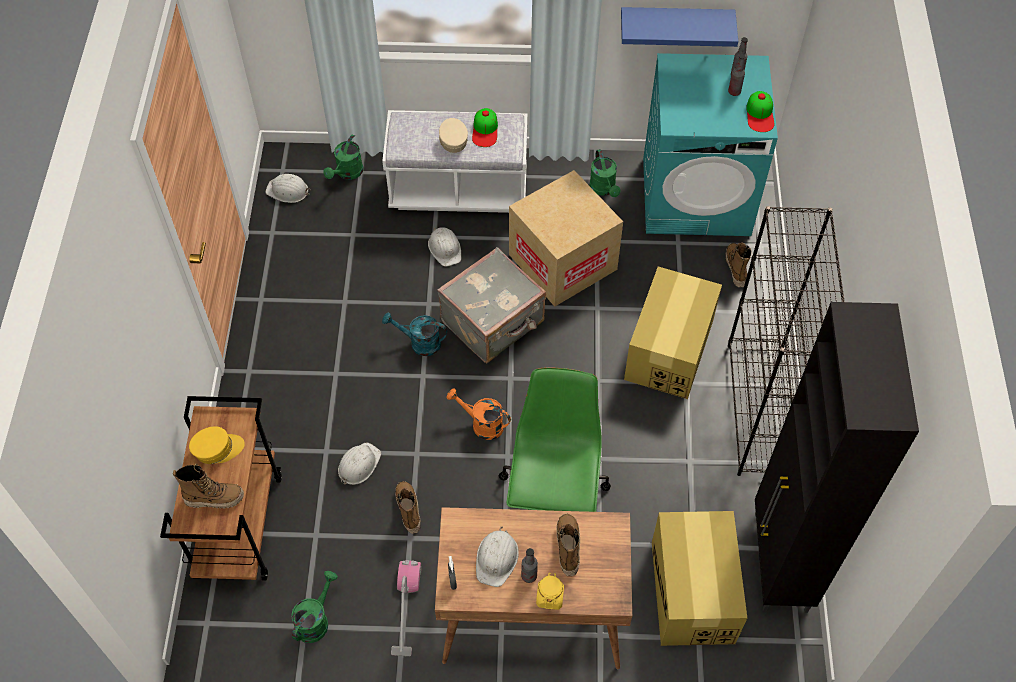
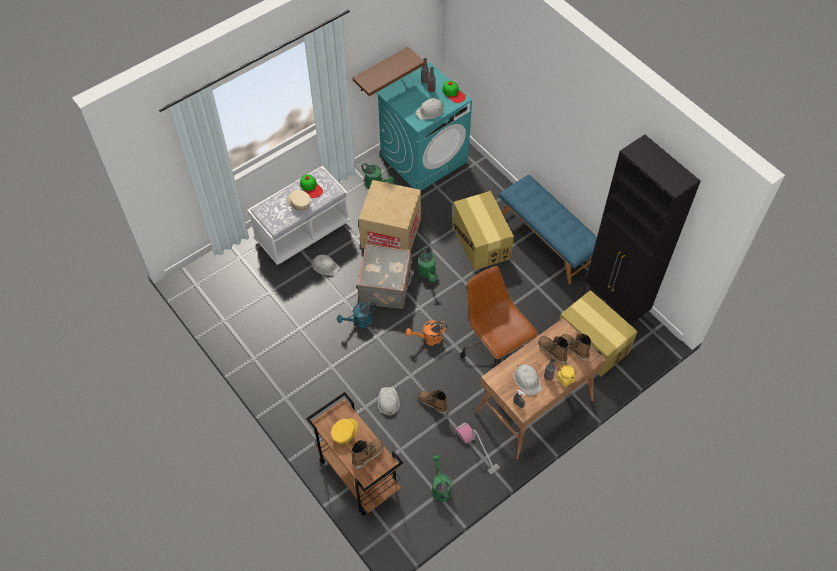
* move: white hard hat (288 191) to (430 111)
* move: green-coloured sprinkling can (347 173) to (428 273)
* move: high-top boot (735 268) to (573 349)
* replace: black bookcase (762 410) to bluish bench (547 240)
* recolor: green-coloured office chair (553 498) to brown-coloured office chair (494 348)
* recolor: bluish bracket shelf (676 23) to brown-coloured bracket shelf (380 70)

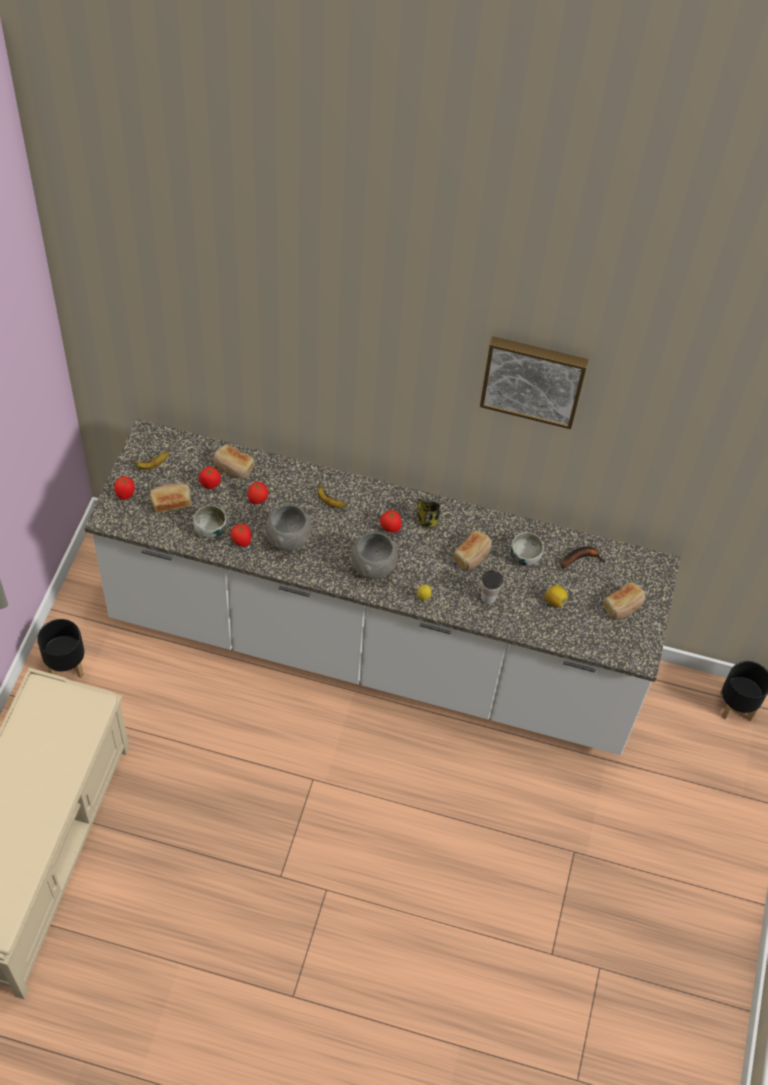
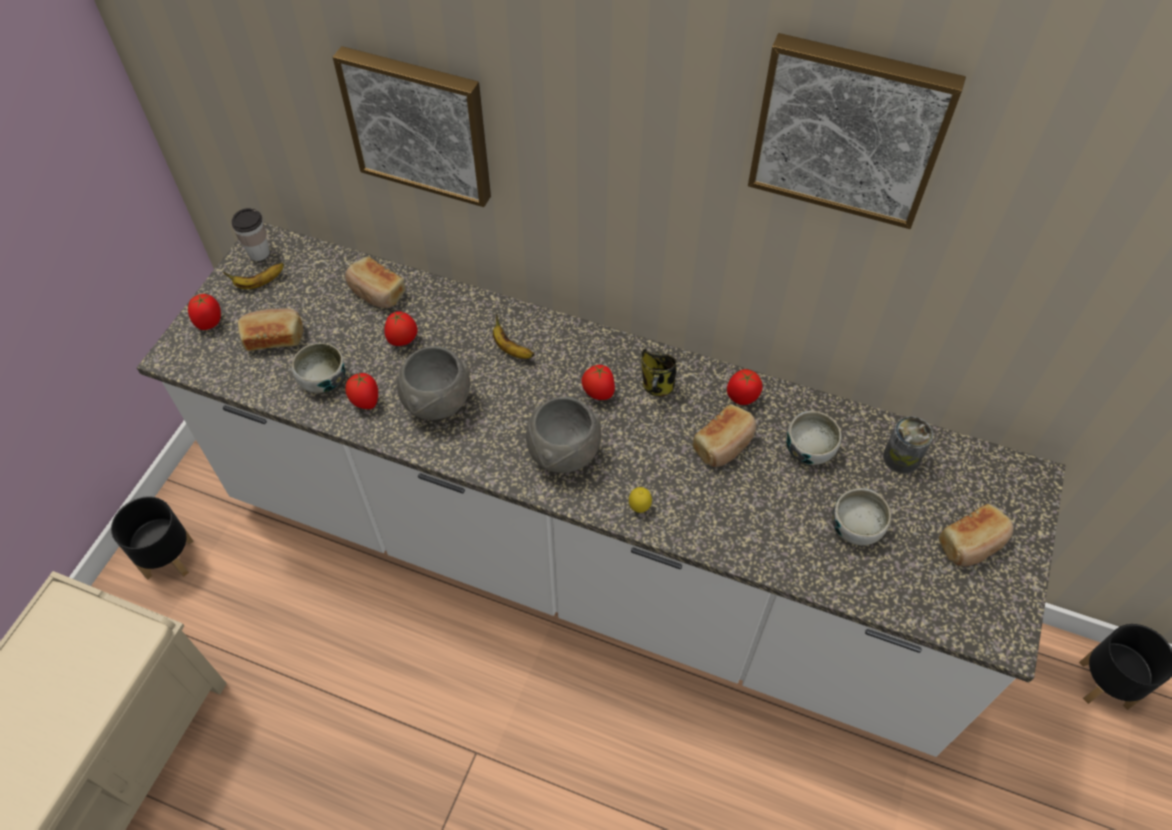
* insert: wall picture (419 124)
* move: fresh tomato (210 484) to (742 398)
* move: cup (488 597) to (259 253)
* replace: citrus fruit (555 601) to serving bowl (856 527)
* replace: banana fruit (581 558) to sealed can (901 458)

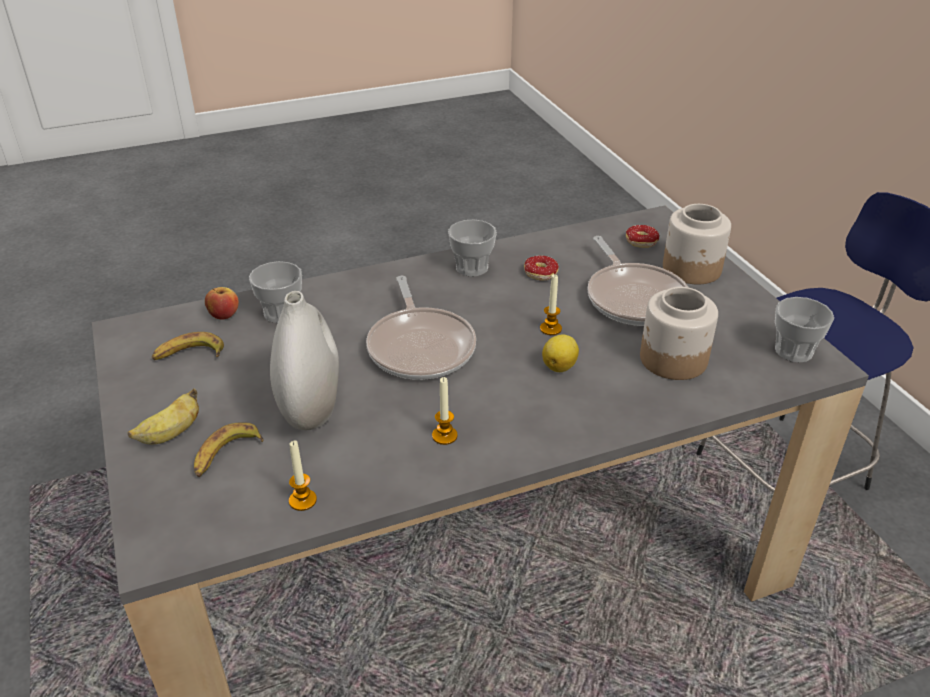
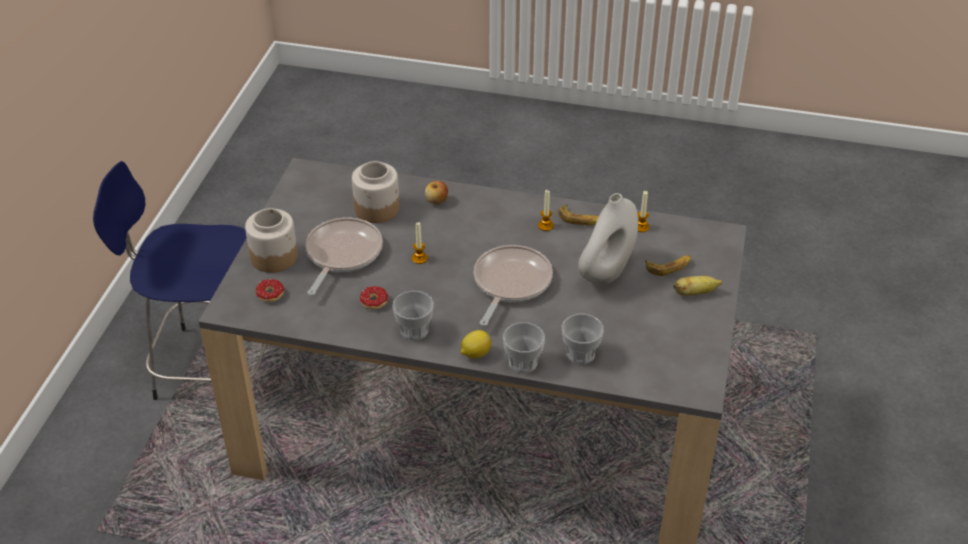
* move: banana fruit (189 355) to (581 219)
* move: apple fruit (224 315) to (436 201)
* move: citrus fruit (560 366) to (475 354)
* move: cup (793 351) to (523 363)

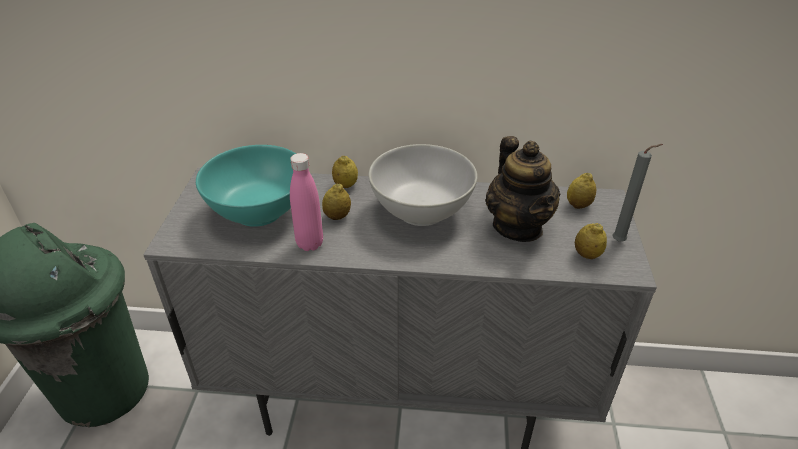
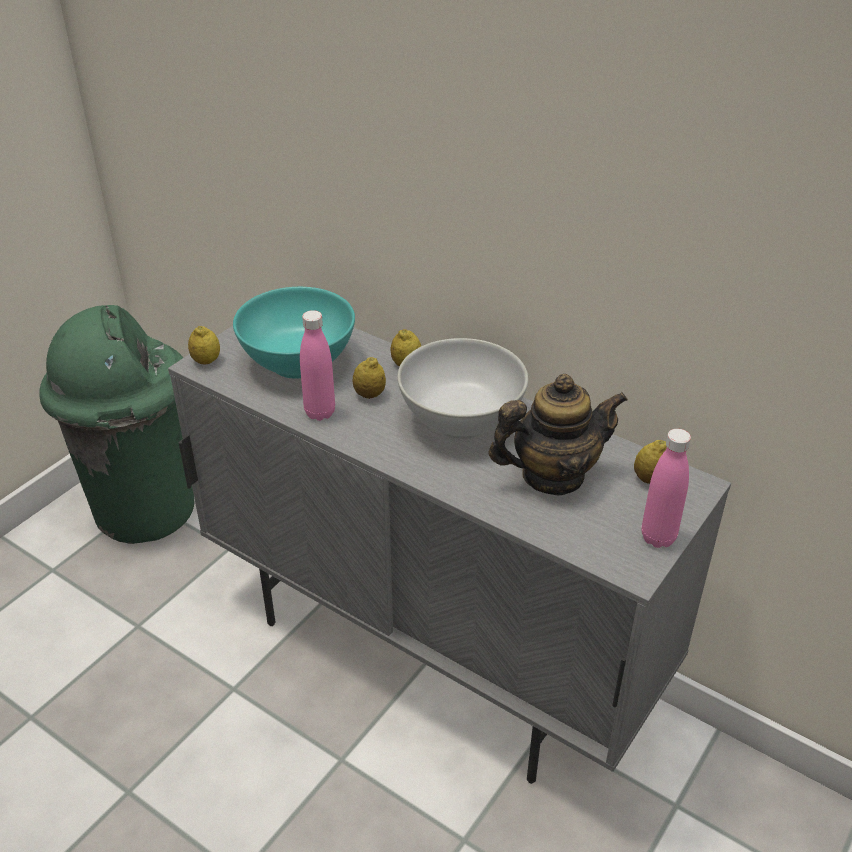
* move: citrus fruit (587 255) to (206 361)
* replace: gray candle (620 241) to pink drink bottle (658 537)
* rotate: teapot (518 226) = (552 476) 120 degrees counterclockwise

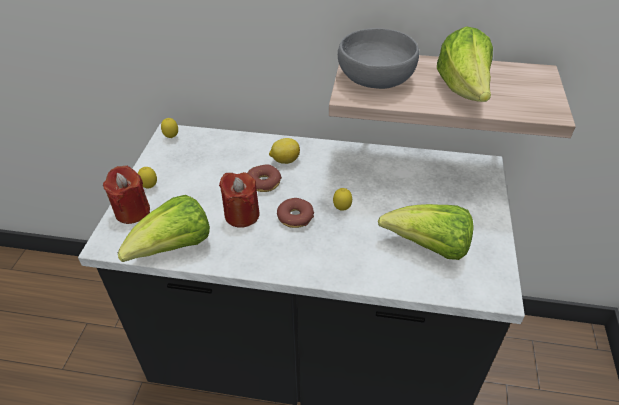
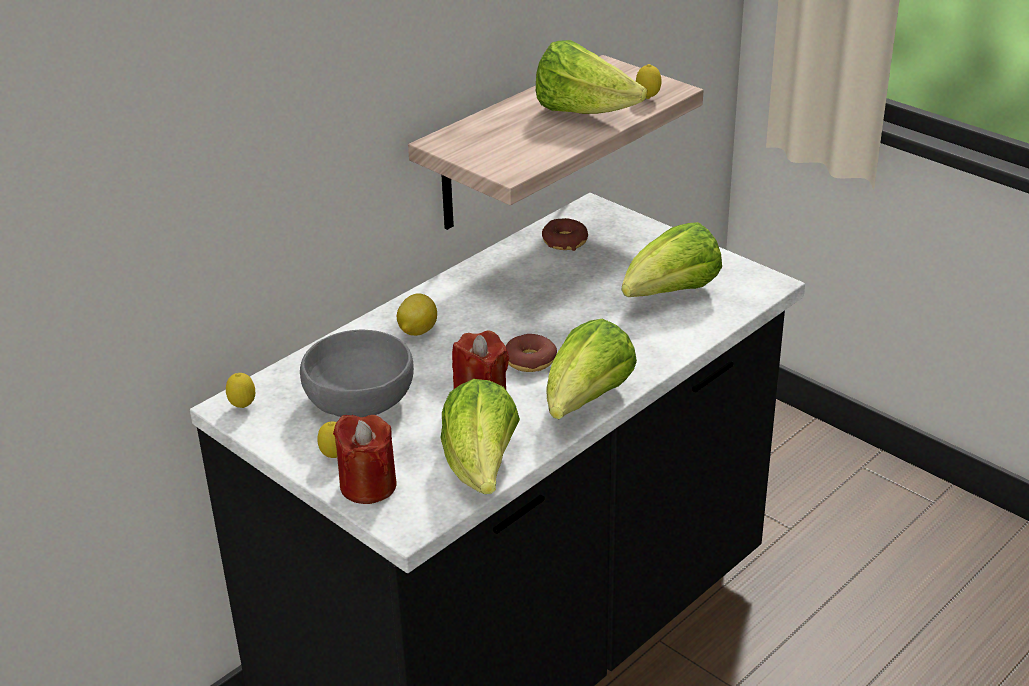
* insert: lettuce head (586 402)
* move: donut (264 182) to (564 241)
* move: citrus fruit (342 209) to (648 98)
* move: gray serving bowl (376 79) to (362 401)

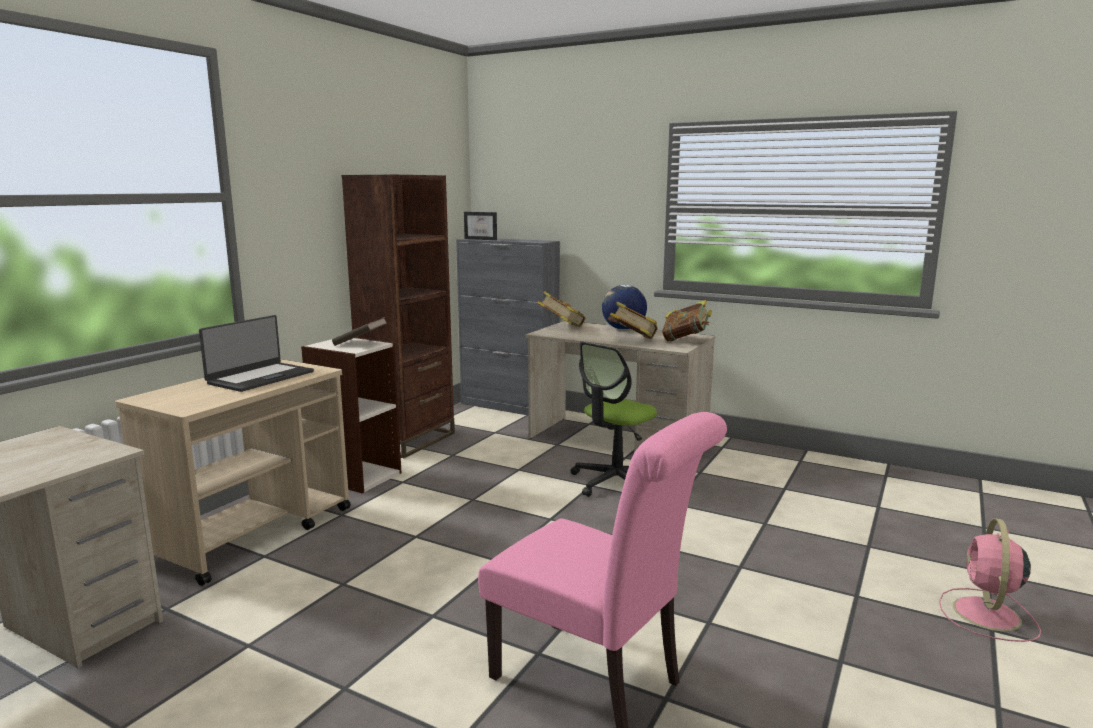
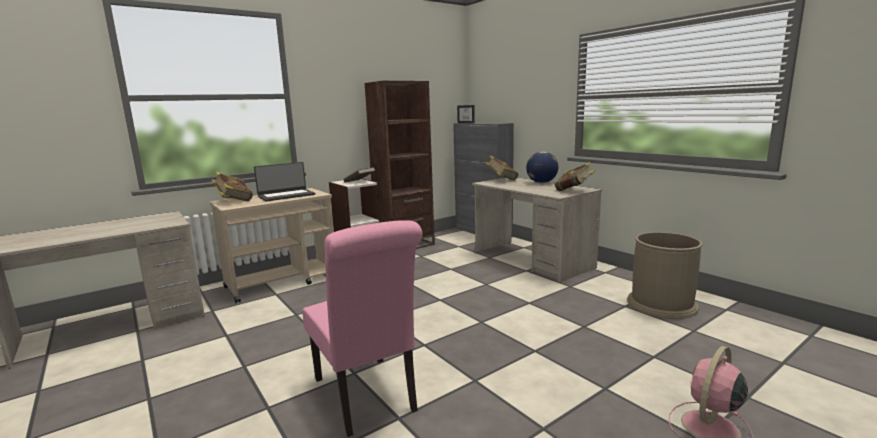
* delete: office chair (615 482)
* insert: brown-coloured rubbish bin (661 304)
* move: book (633 340) to (233 201)

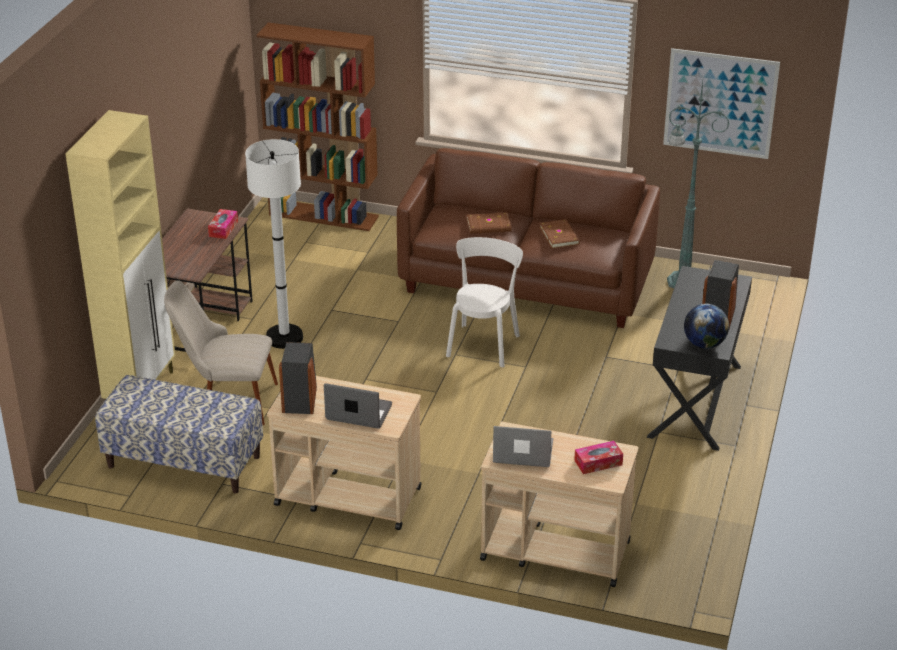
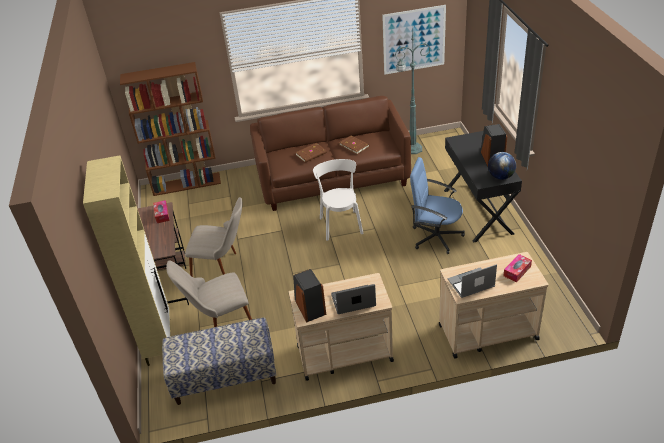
* insert: bluish office chair (435 236)
* replace: white floor lamp (284 337) to beige plain chair (223 267)

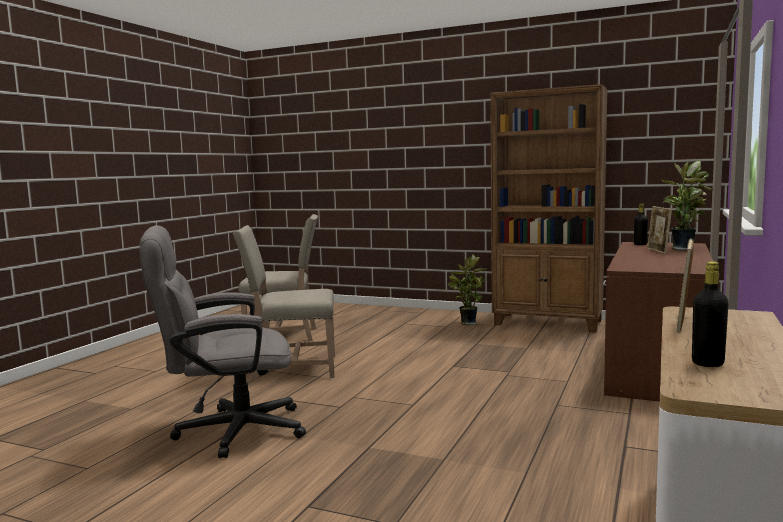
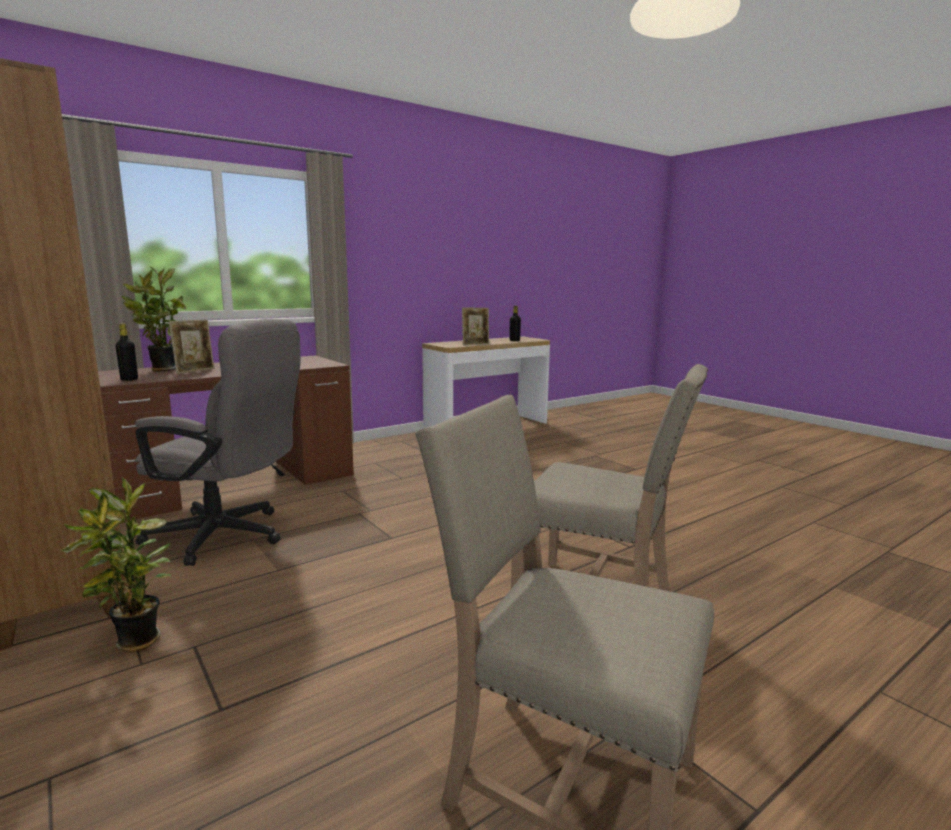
* move: gray office chair (228 431) to (228 537)

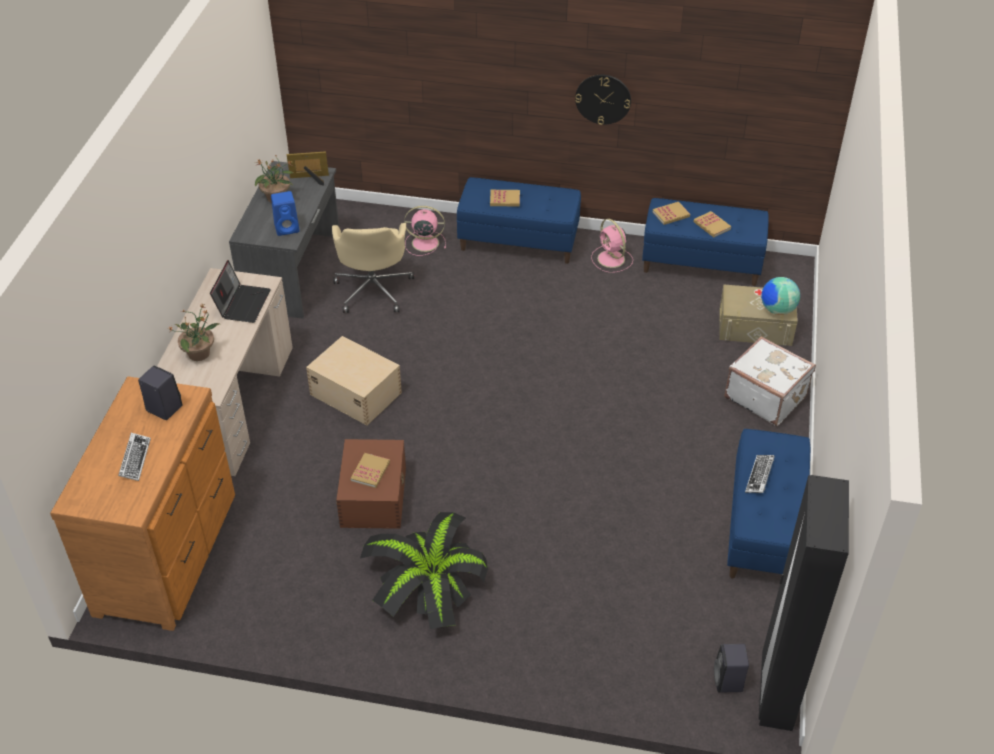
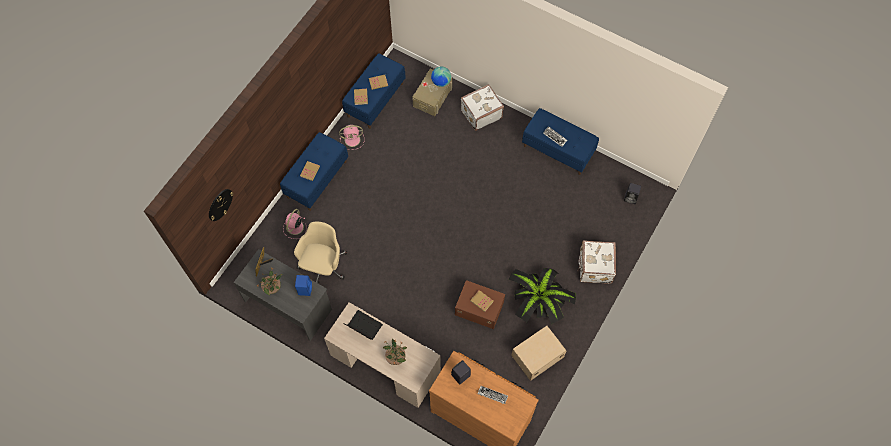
* delete: black wardrobe (776 693)
* insert: white travel case (594 267)
* move: beige storage container (355 393) to (537 356)
* move: wall clock (603 99) to (220 204)
* rotate: beige office chair (373 289) = (323 266) 90 degrees counterclockwise

